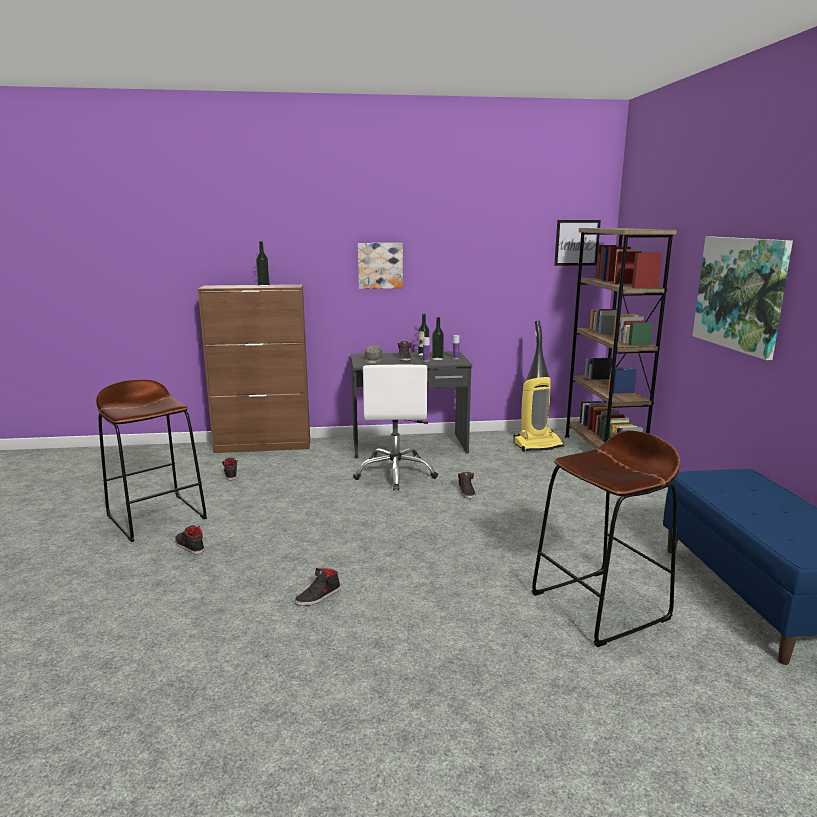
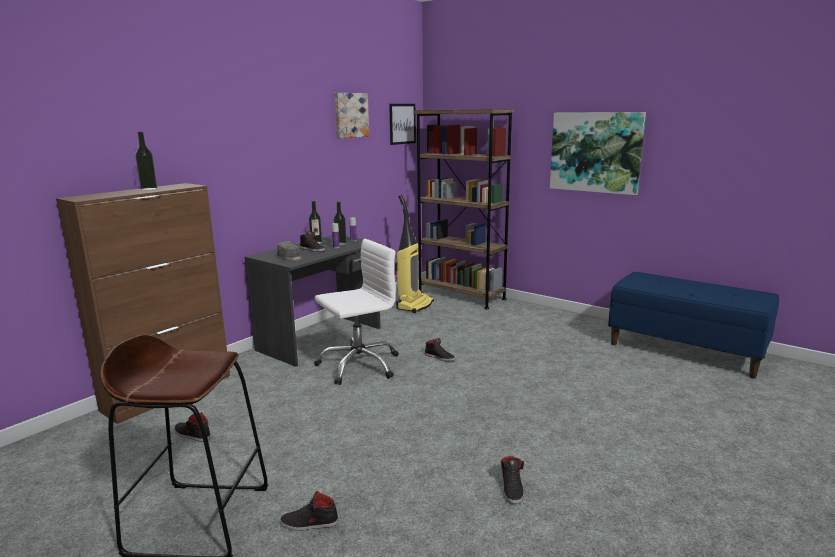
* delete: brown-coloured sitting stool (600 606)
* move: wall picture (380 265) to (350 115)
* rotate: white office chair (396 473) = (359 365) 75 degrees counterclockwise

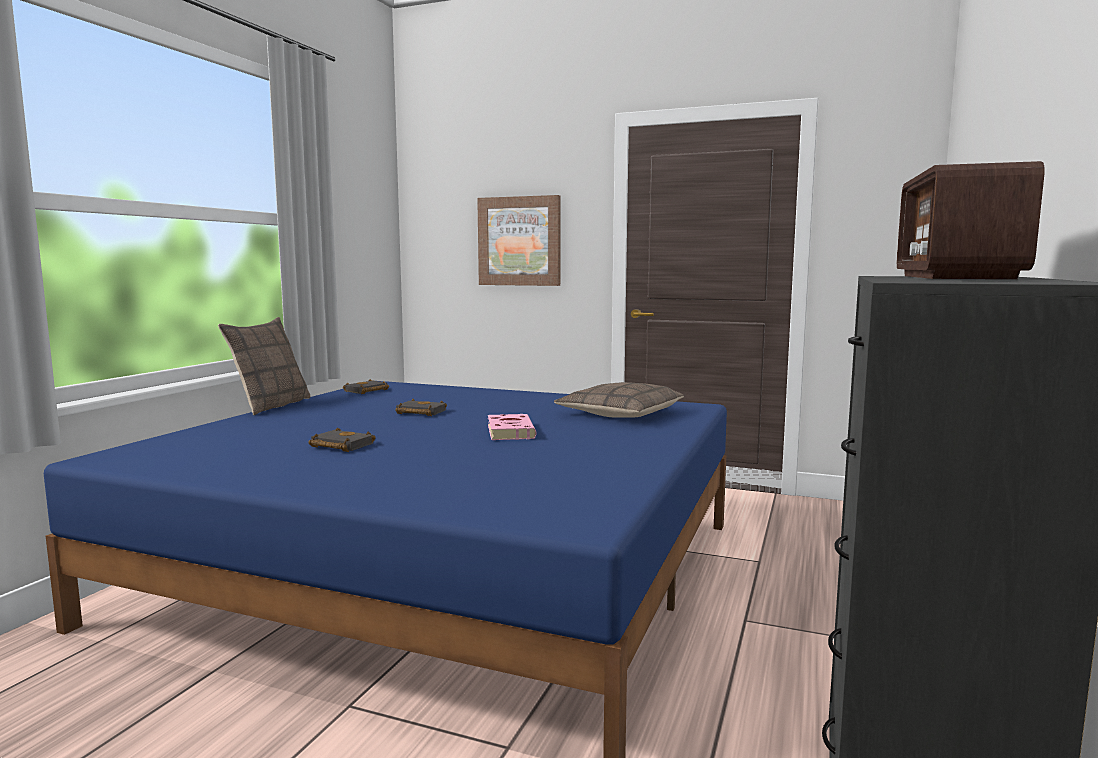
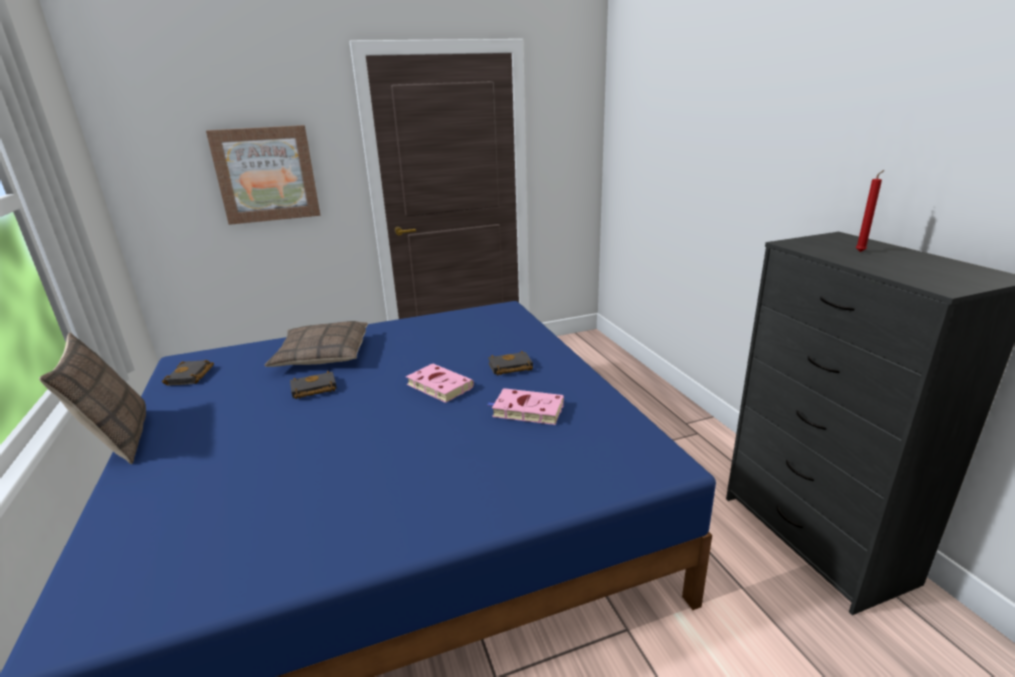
* insert: pink book (526 410)
* move: black book (339 446) to (509 368)
* move: throw pillow (619 413) to (322 355)
* replace: radio receiver (955 277) to red-coloured candle (861 251)

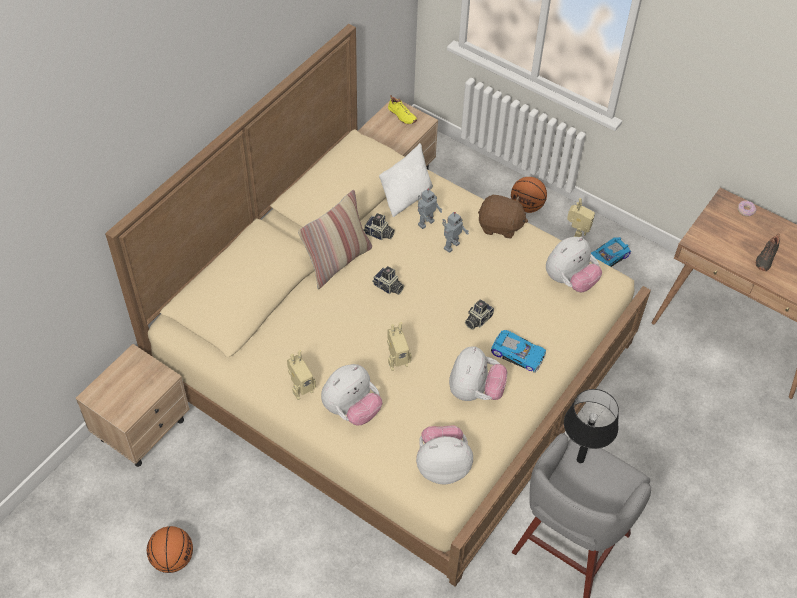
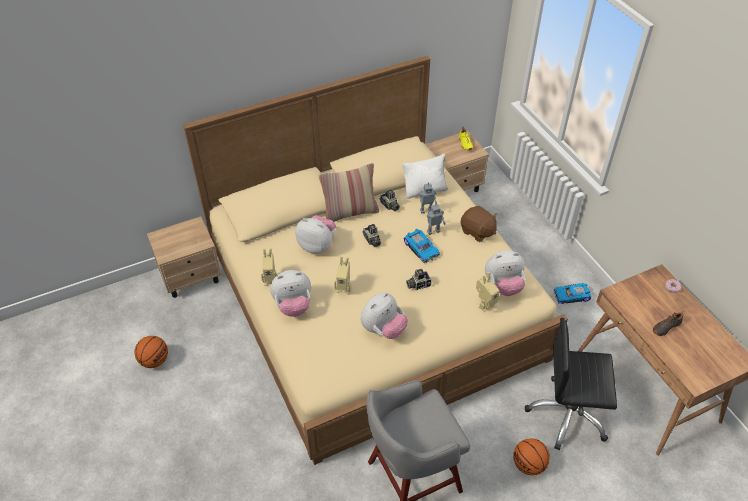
* delete: black table lamp (580 460)
* insert: black office chair (567 414)
* move: cuddly toy (442 466) to (317 245)
* move: miniature car (518 353) to (421 248)
* move: basketball (526 206) to (528 465)
* move: model robot (577 233) to (484 304)

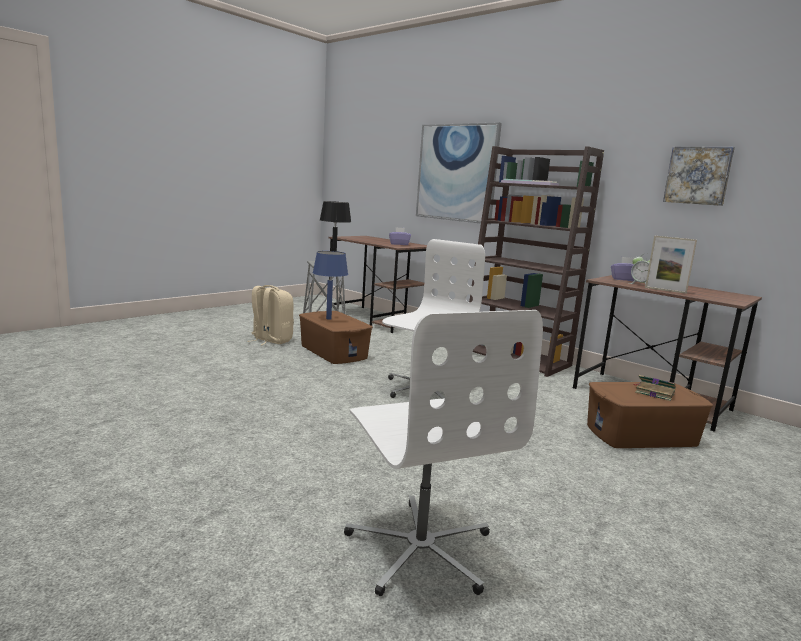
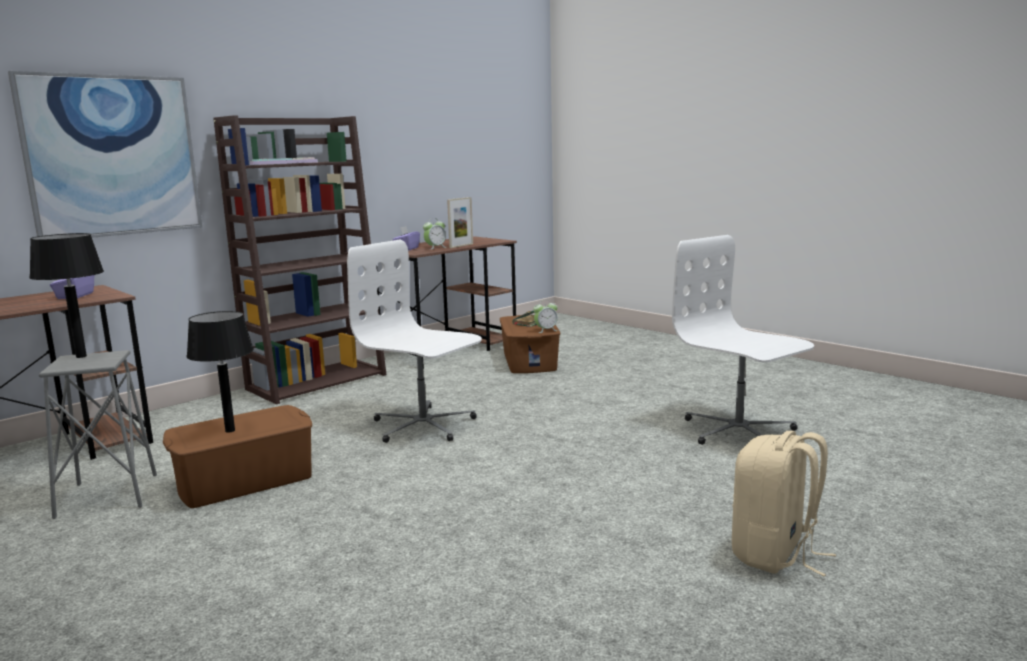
* delete: wall picture (698 175)
* insert: bedside clock (546 330)
* move: beige knapsack (270 340) to (775 554)
* recolor: bluish table lamp (328 318) to black table lamp (229 430)
* rotate: white office chair (421 548) = (738 431) 105 degrees counterclockwise

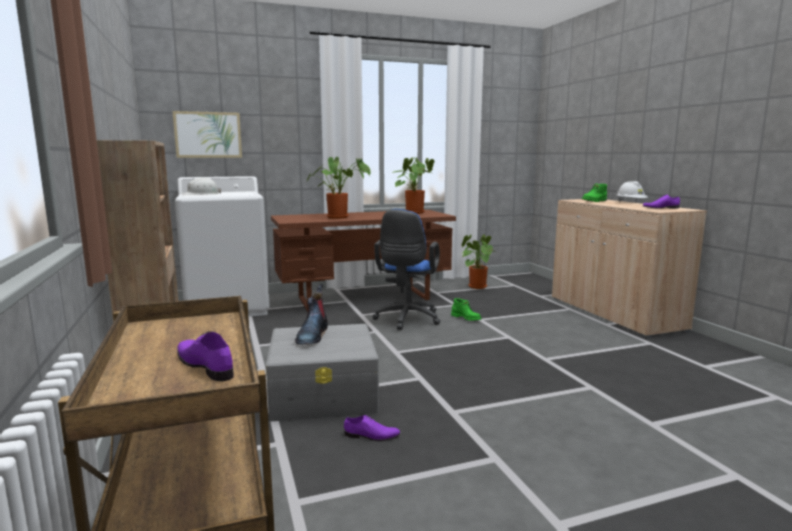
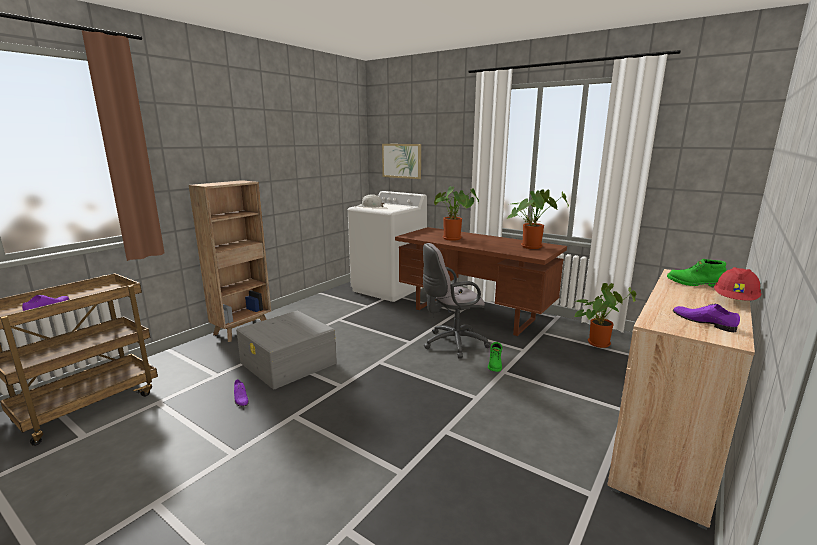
* delete: high-top boot (312 335)
* recolor: bluish office chair (406 320) to gray office chair (451 344)
* recolor: white hard hat (630 202) to red-coloured hard hat (734 301)

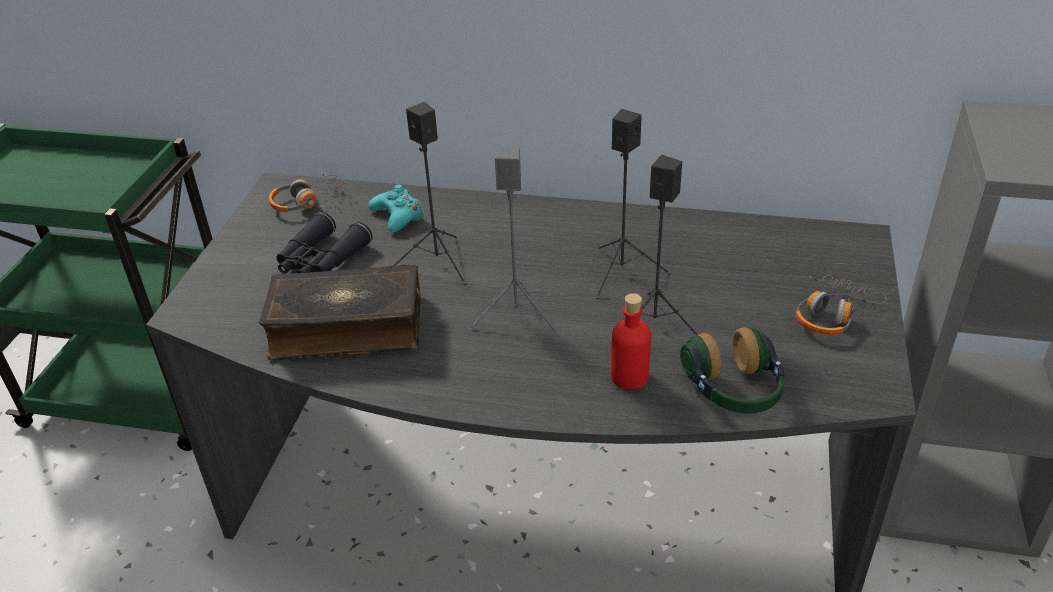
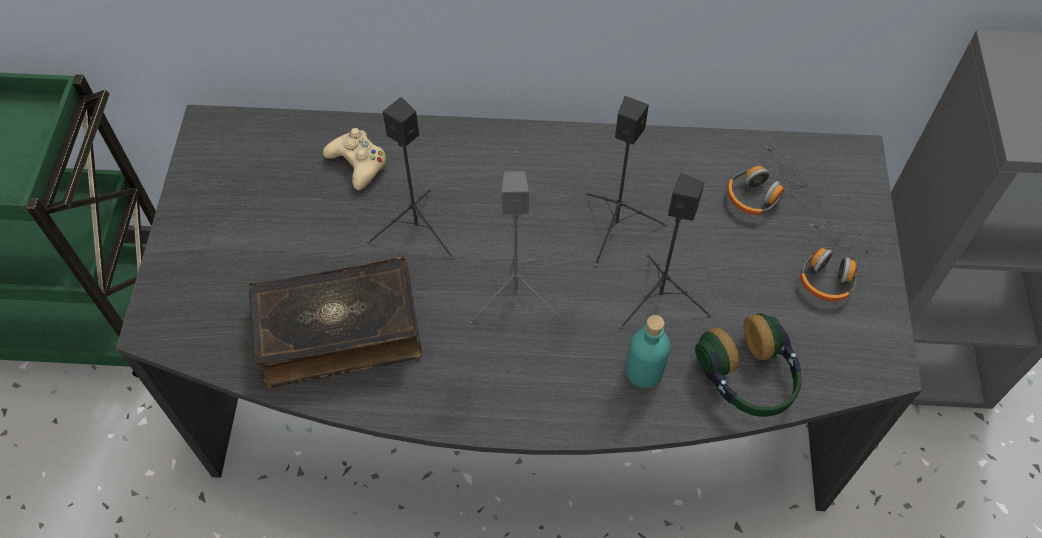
* delete: black pair of binoculars (321 260)
* move: headphones (310 202) to (768 190)
* recolor: blue-green gamepad (398 216) to beige gamepad (358 163)
* recolor: red-coloured drink bottle (629 376) to blue-green drink bottle (644 370)

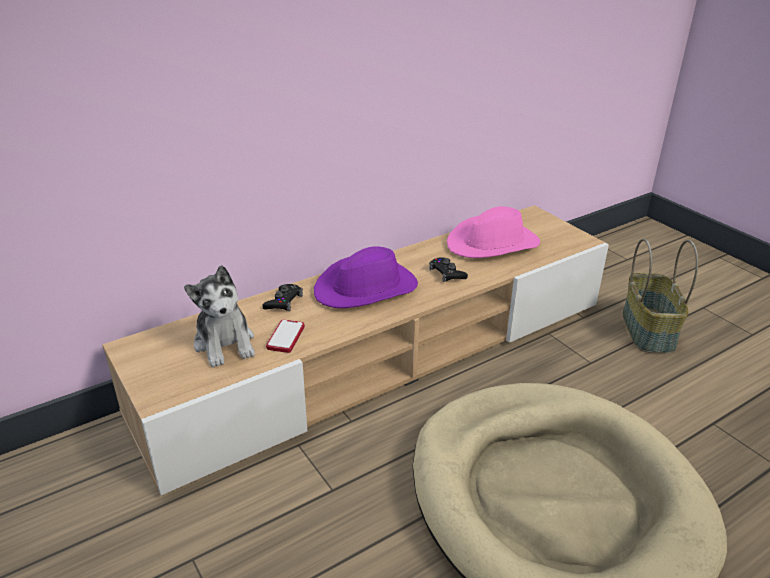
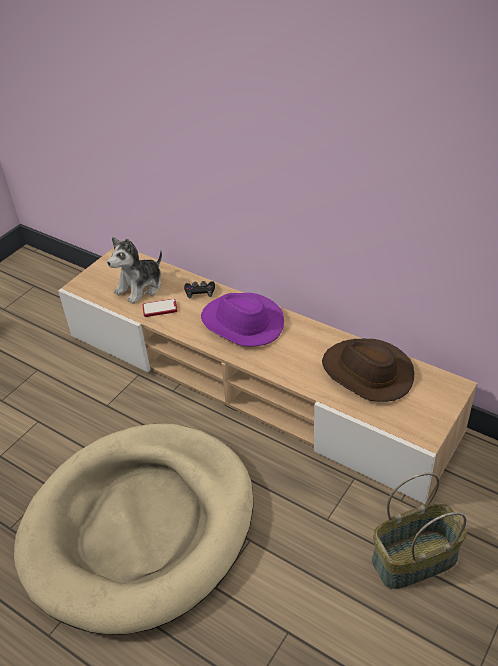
* delete: black gamepad (447 273)
* recolor: pink hat (493 244) to brown-coloured hat (366 373)

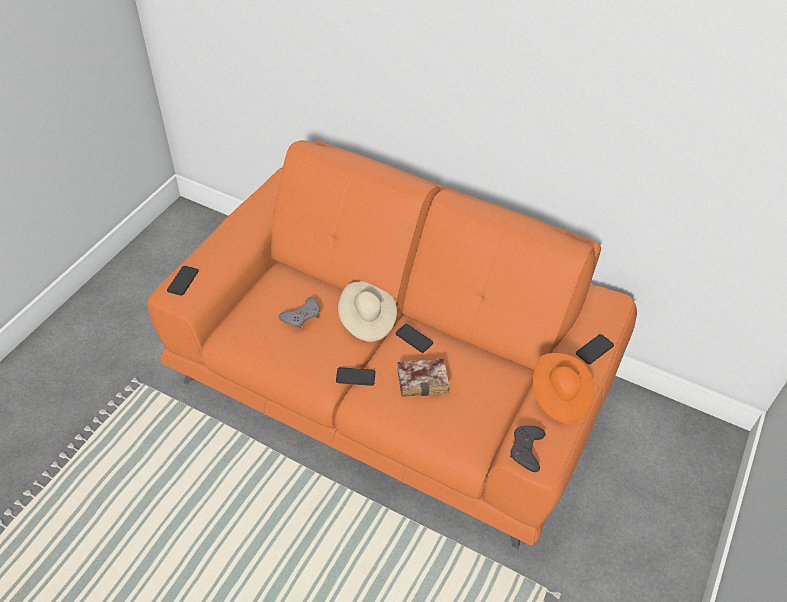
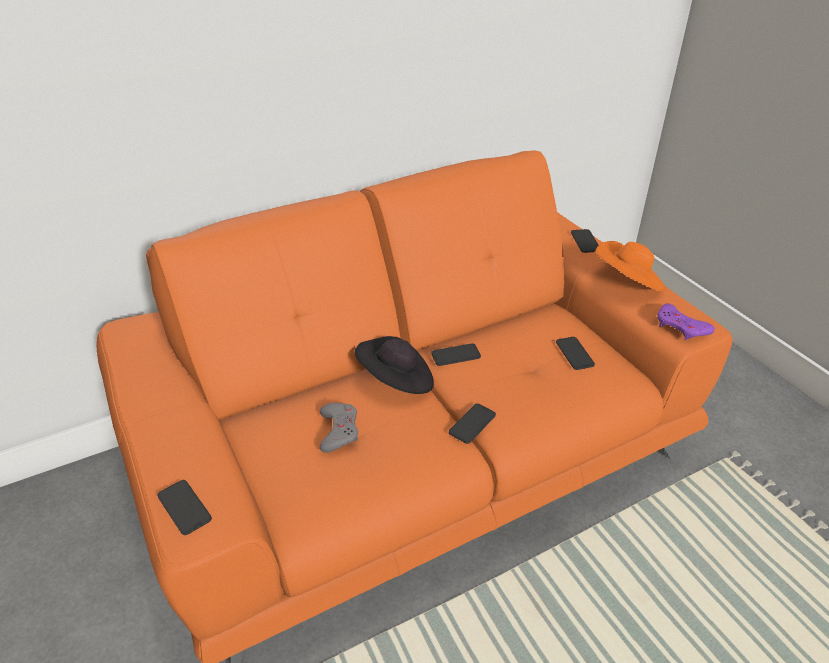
* delete: book (424 379)
* insert: phone (574 353)
* recolor: beige hat (366 320) to black hat (396 380)
* recolor: gray gamepad (526 449) to purple-coloured gamepad (681 327)

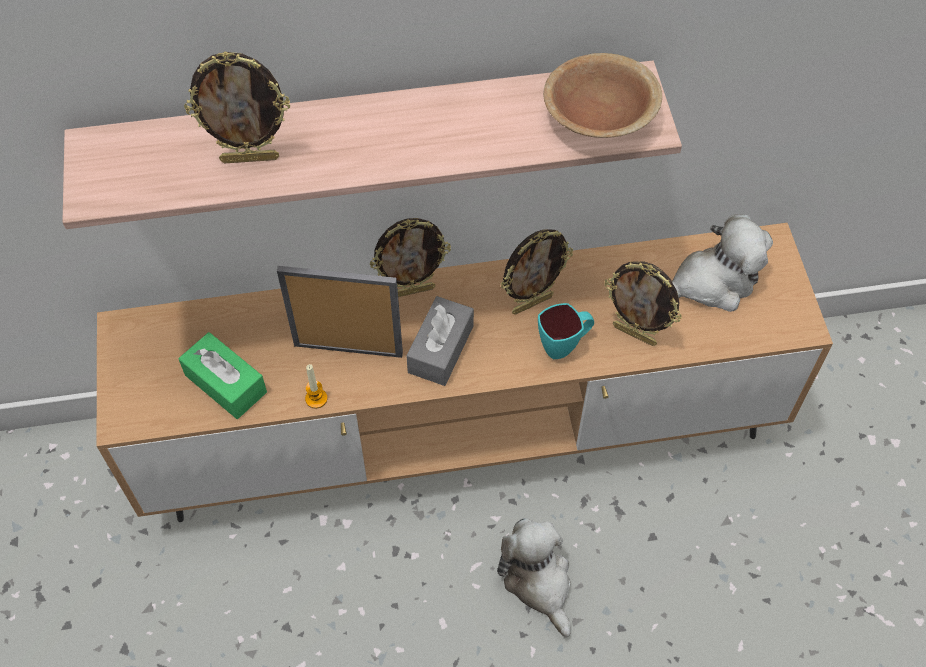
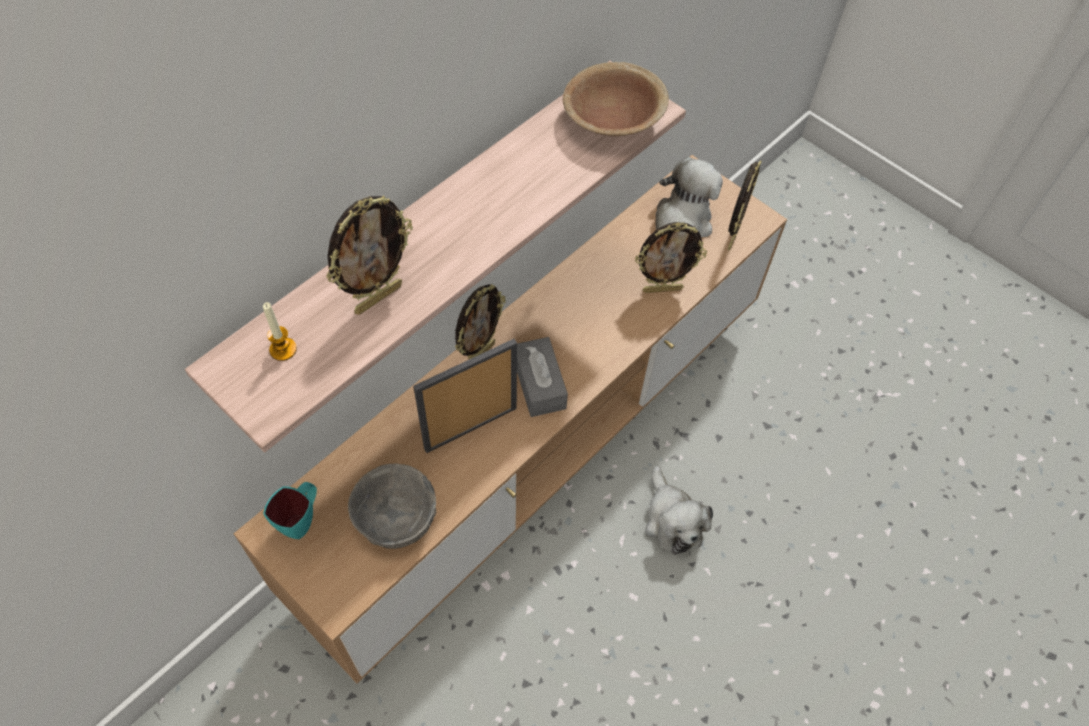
* move: candle (316 398) to (283 349)
* move: standing frame (532 303) to (732 236)
* move: blue-green coffee mug (564 345) to (301 520)
* replace: green-coloured tissue holder (225 383) to gray serving bowl (397 517)
* rotate: cuddly toy (538 581) = (672 520) 135 degrees counterclockwise

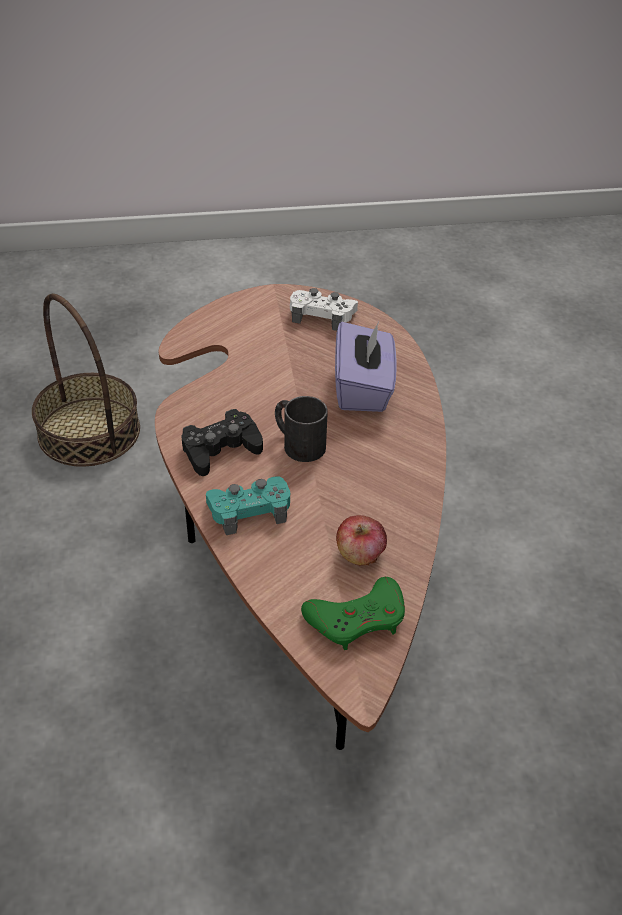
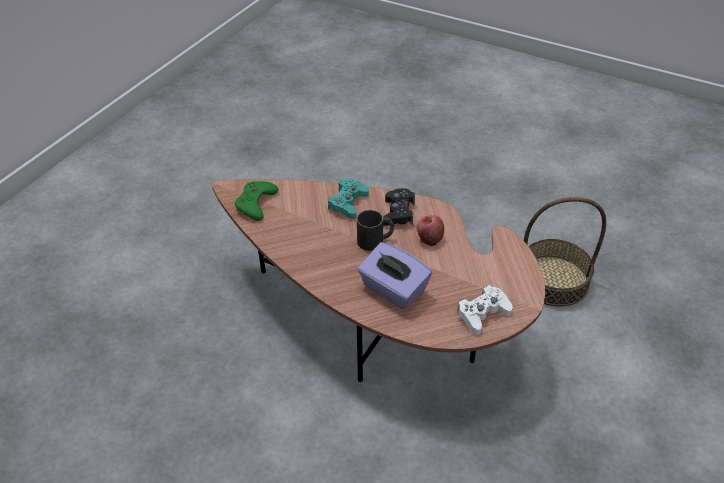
* move: apple fruit (360 555) to (429 238)

